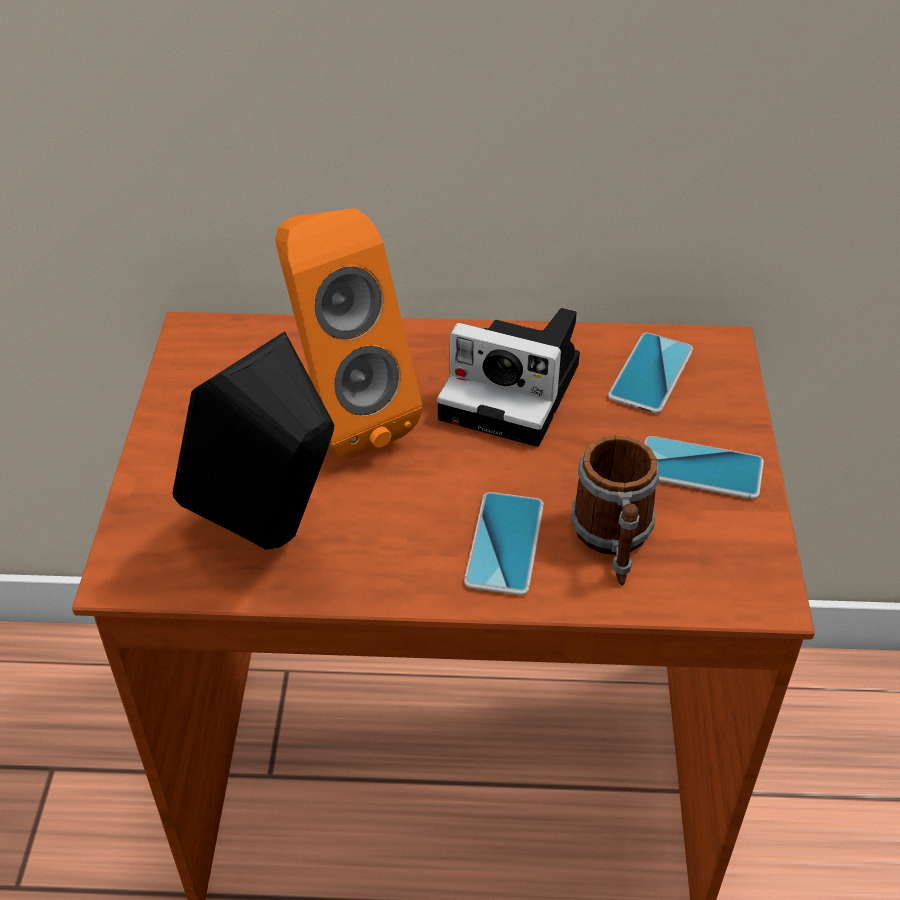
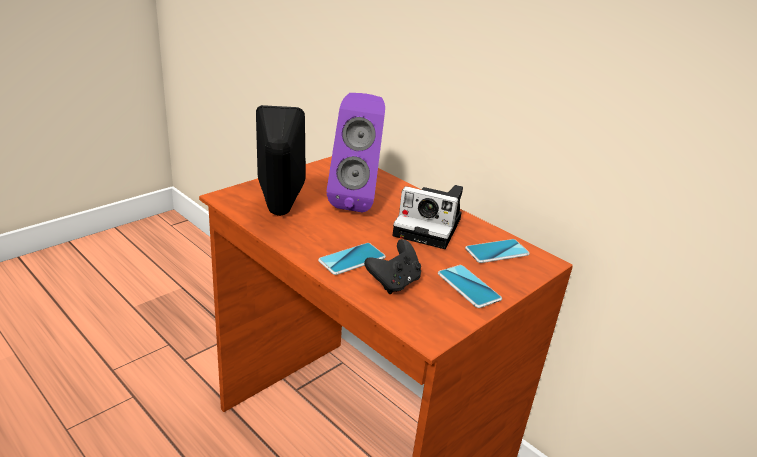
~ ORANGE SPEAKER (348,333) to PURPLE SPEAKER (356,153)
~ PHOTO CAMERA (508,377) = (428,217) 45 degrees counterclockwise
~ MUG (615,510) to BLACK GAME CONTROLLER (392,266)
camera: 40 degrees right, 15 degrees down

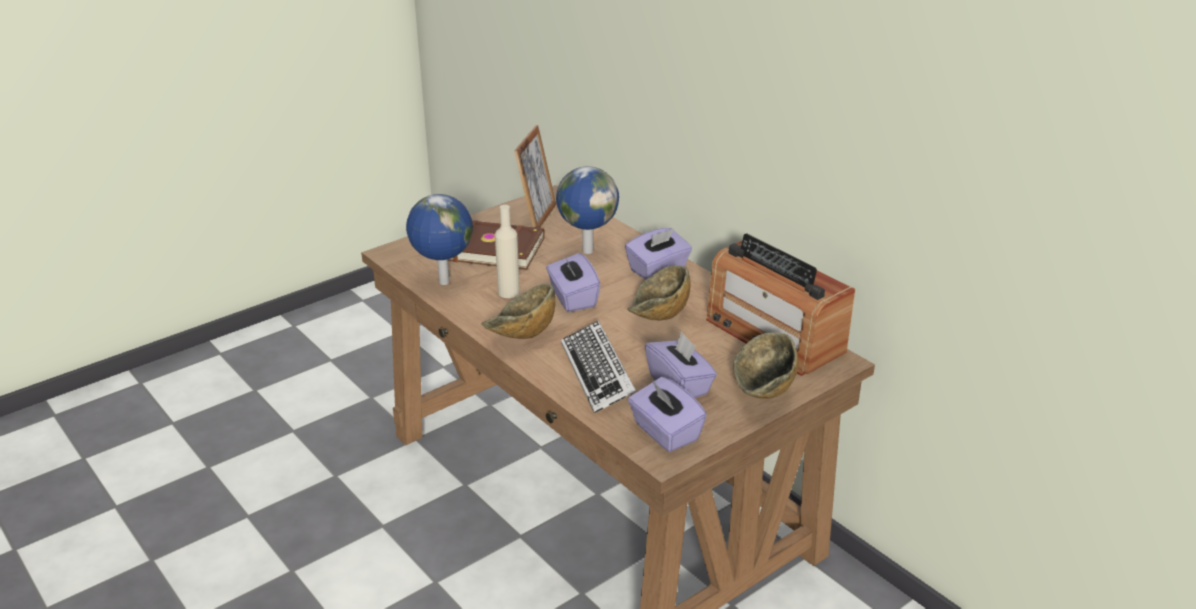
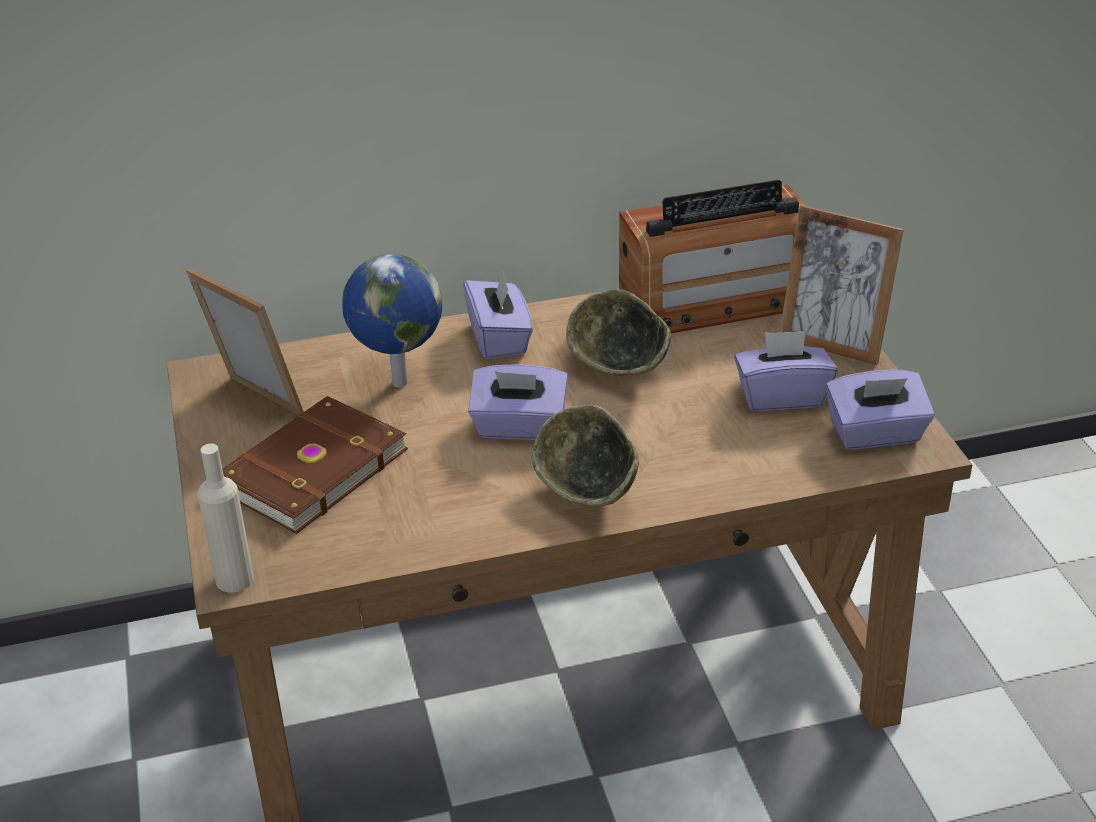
- GLOBE (439,239)
~ BEIGE BOTTLE (507,251) to (226,518)
- KEYBOARD (598,367)
~ BOWL (765,365) to PICTURE FRAME (842,285)
camera: 65 degrees left, 5 degrees up

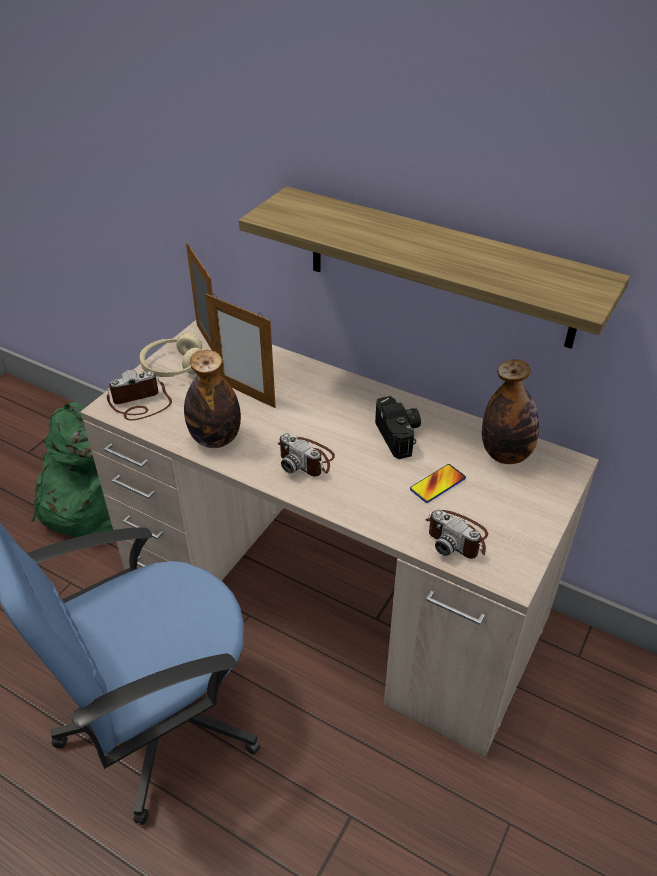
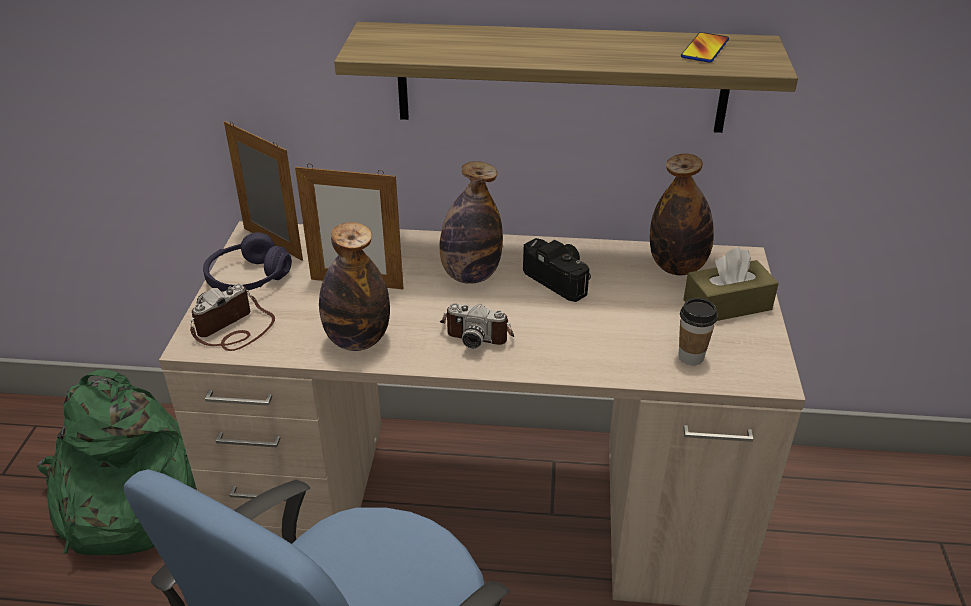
~ BEIGE HEADPHONES (171,355) to PURPLE HEADPHONES (247,262)
~ PHONE (438,483) to (705,47)
~ PHOTO CAMERA (456,534) to CUP (698,331)
+ BOTTLE (471,222)
+ BROWN TISSUE BOX (731,284)
camera: 25 degrees left, 5 degrees down

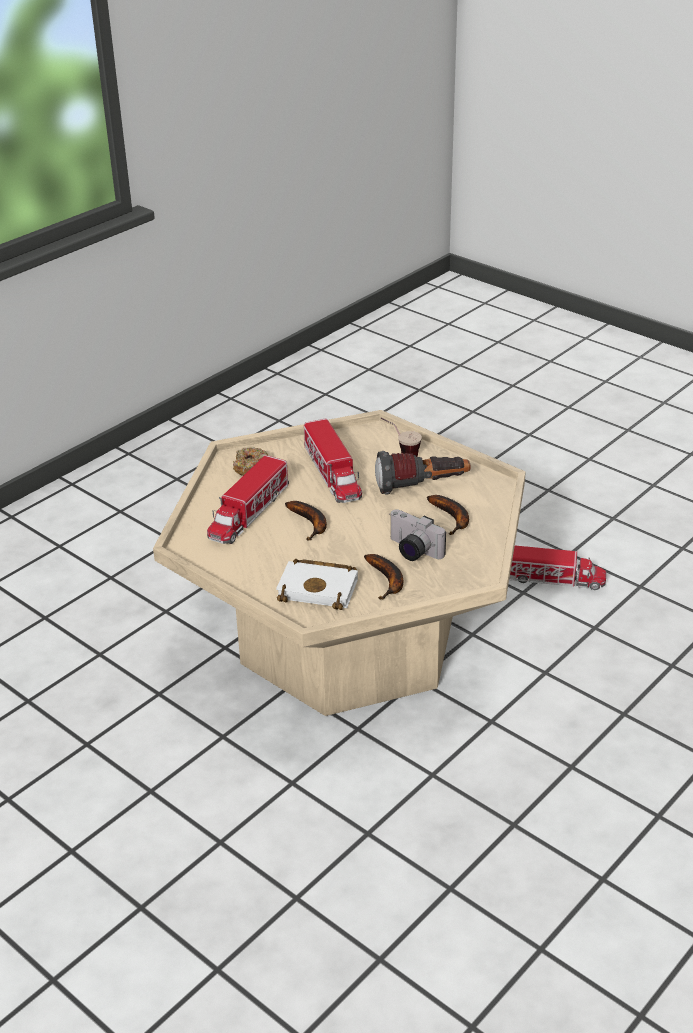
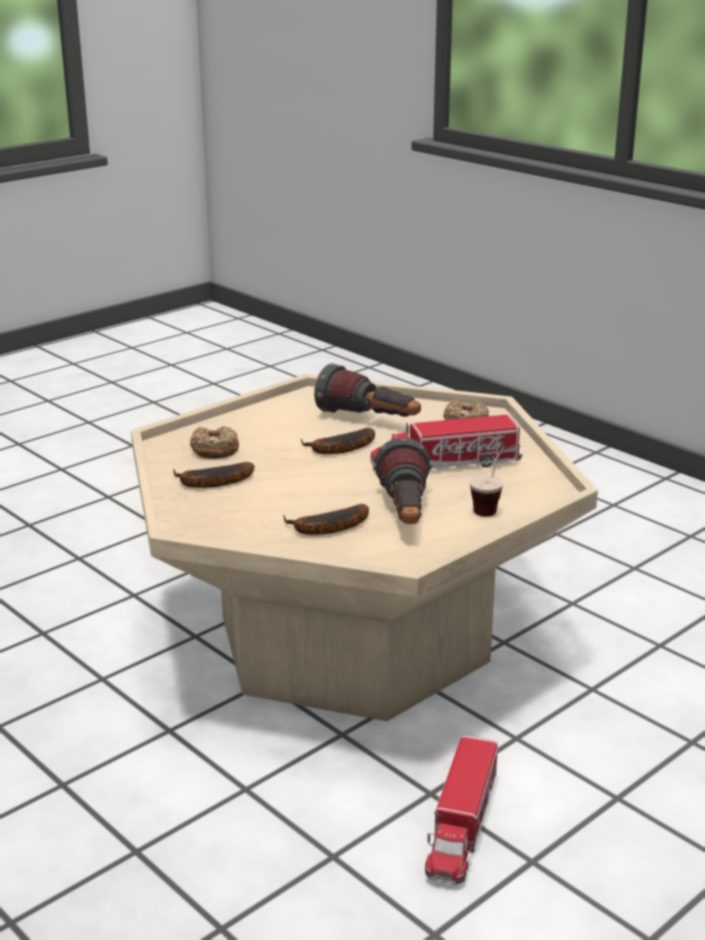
~ TOY TRUCK (248,499) to FLASHLIGHT (367,390)
~ WHITE BOOK (317,584) to DONUT (214,442)
- PHOTO CAMERA (417,535)
camera: 95 degrees right, 10 degrees down

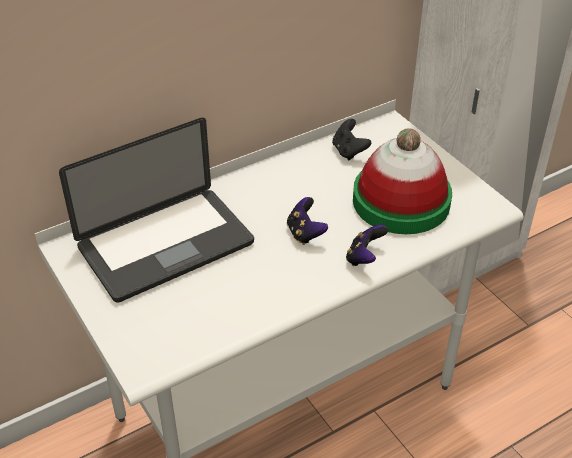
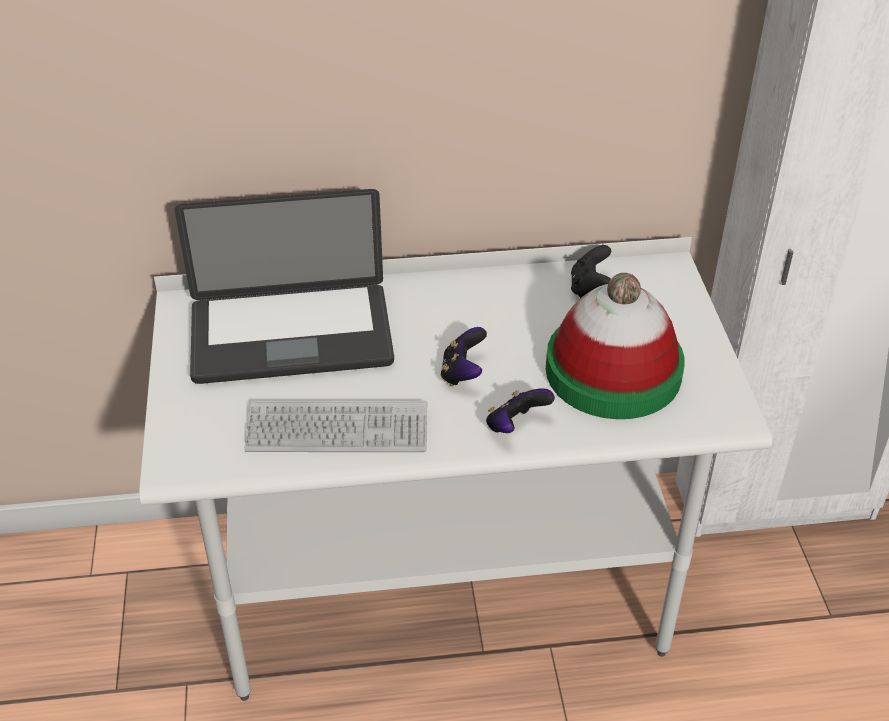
+ KEYBOARD (335,426)
camera: 25 degrees right, 0 degrees up

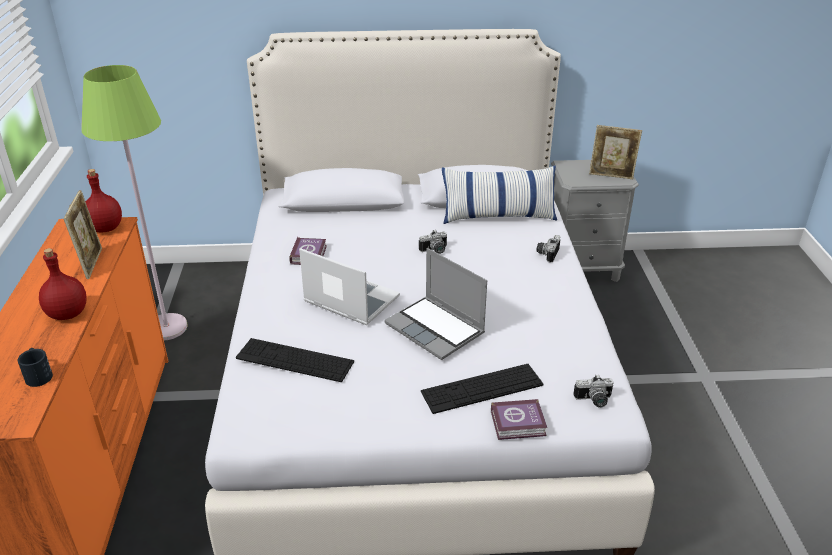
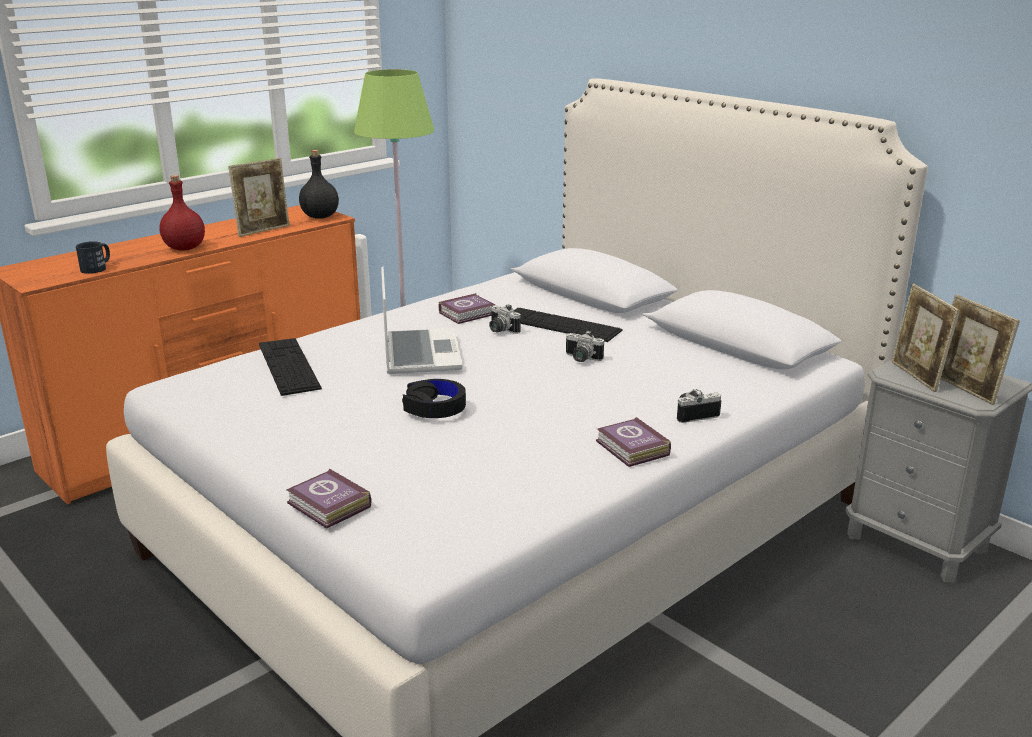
~ RED BOTTLE (104,200) to BLACK BOTTLE (319,184)
~ LAPTOP (435,304) to BLACK HEADPHONES (434,398)
~ KEYBOARD (482,389) to (568,325)
- PILLOW (499,195)
~ PHOTO CAMERA (593,391) to (505,319)
+ BOOK (633,442)
+ PICTURE FRAME (926,338)
camera: 50 degrees right, 10 degrees down

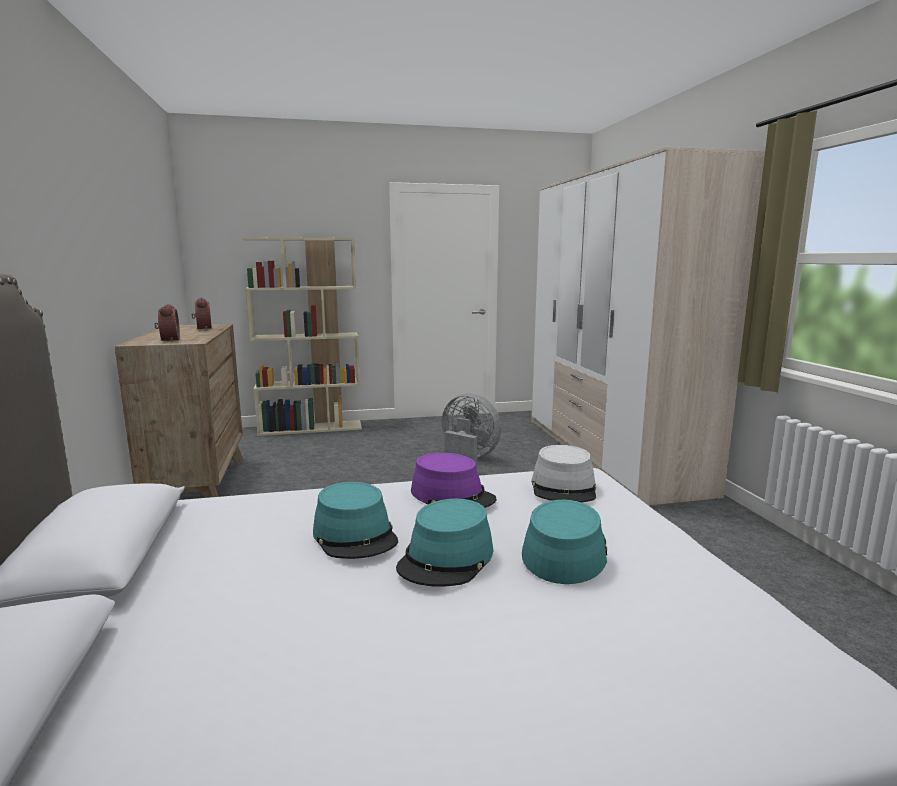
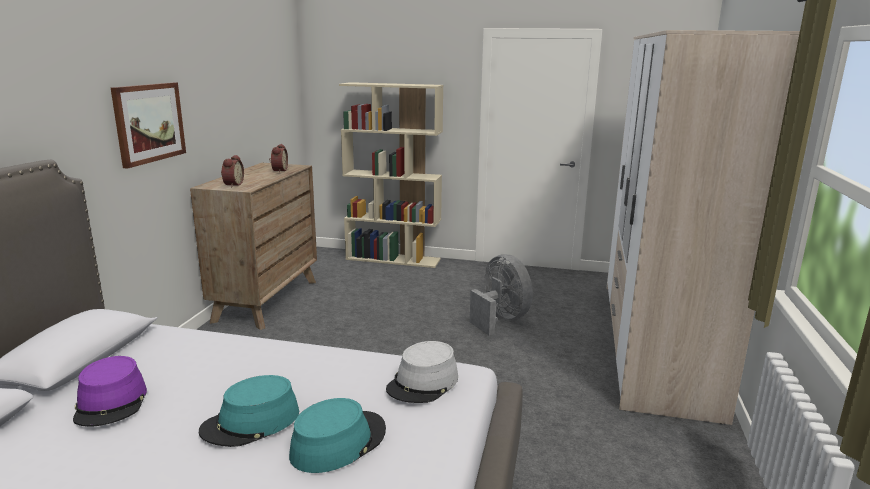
- TURQUOISE HAT (355,520)
~ PURPLE HAT (454,480) to (110,391)
+ PICTURE (148,125)
camera: 25 degrees right, 5 degrees up

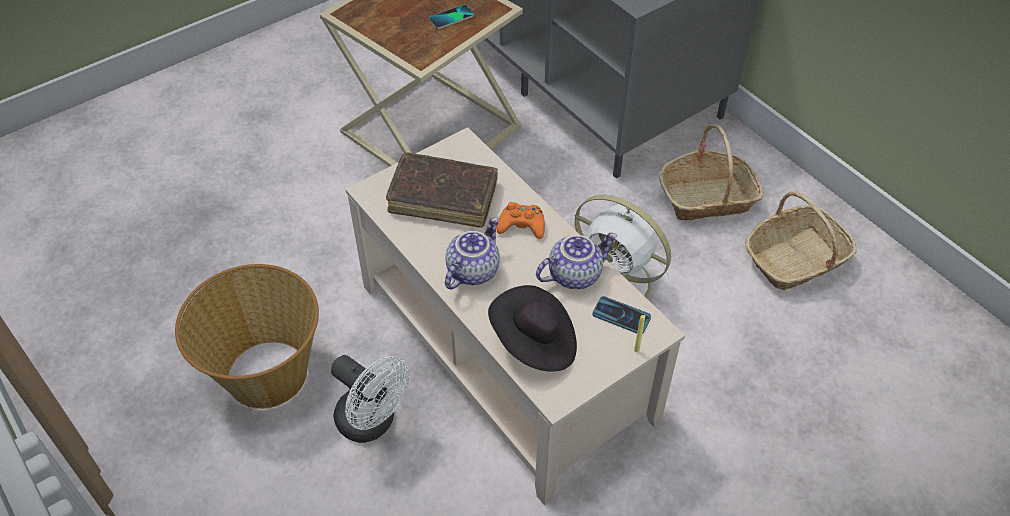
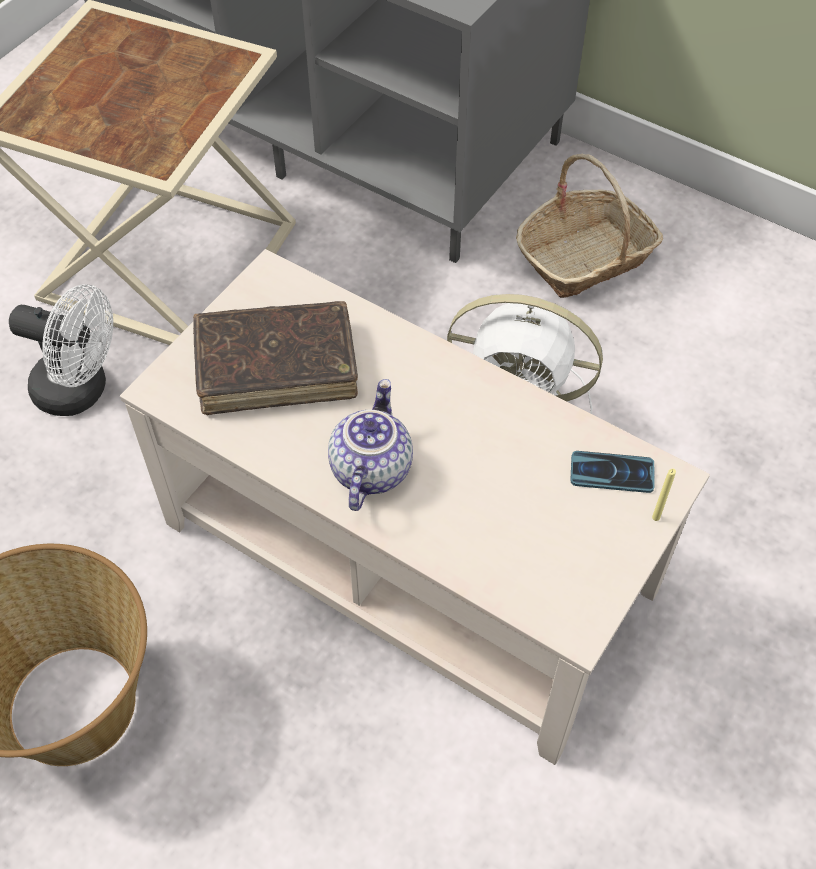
~ WHITE FAN (370,399) to (61,350)
- PHONE (451,17)
- BLACK HAT (532,328)
- ORANGE GAME CONTROLLER (520,220)
- TEAPOT (576,261)
- BASKET (801,240)
camera: 20 degrees left, 5 degrees up

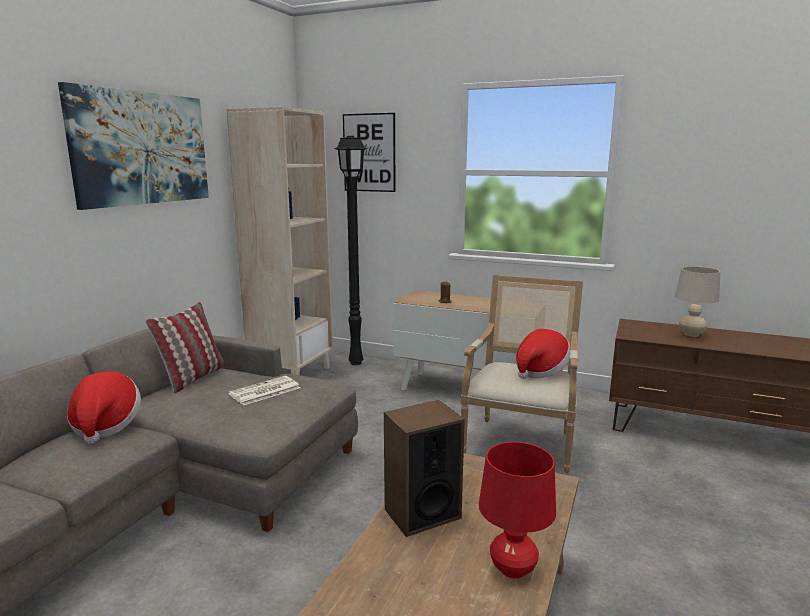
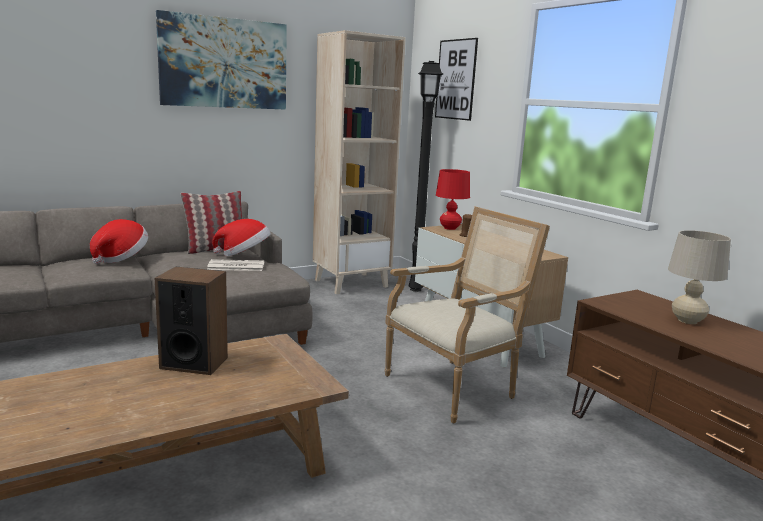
~ RED TABLE LAMP (517,510) to (453,199)
~ HAT (543,354) to (241,237)
camera: 35 degrees right, 0 degrees up

